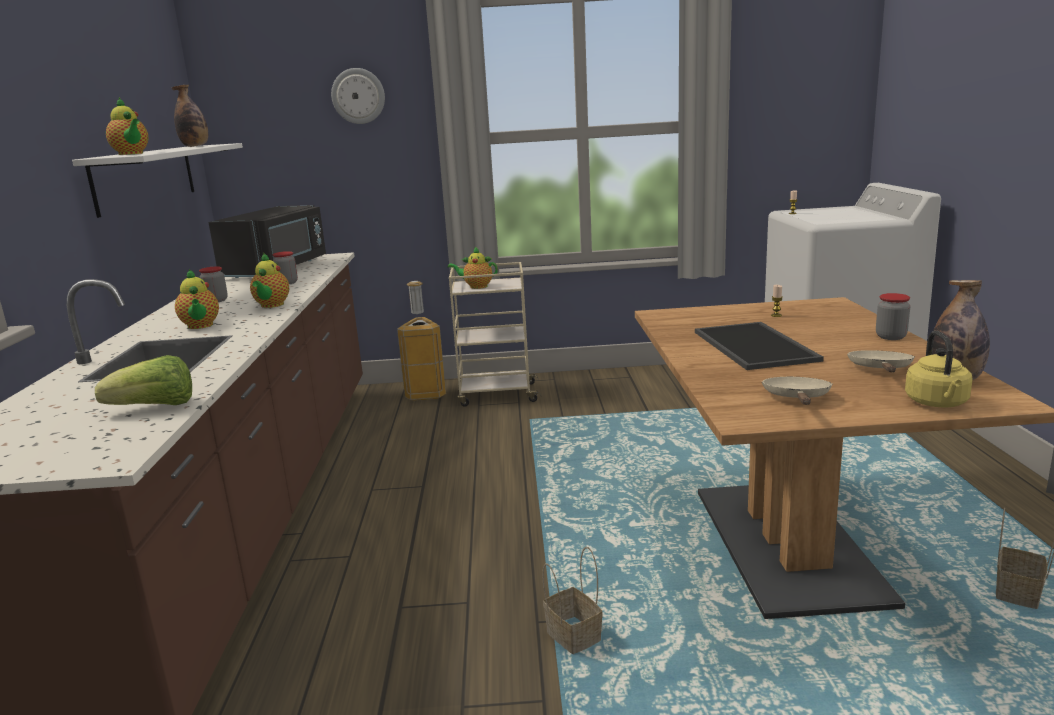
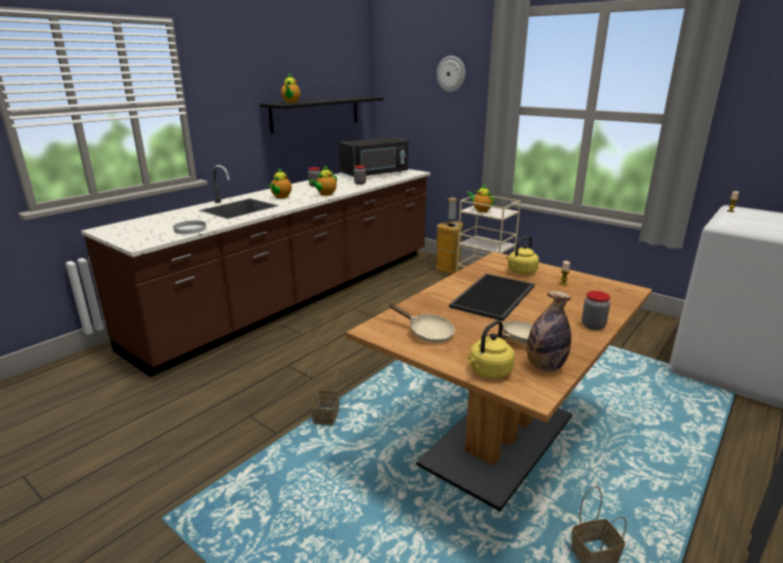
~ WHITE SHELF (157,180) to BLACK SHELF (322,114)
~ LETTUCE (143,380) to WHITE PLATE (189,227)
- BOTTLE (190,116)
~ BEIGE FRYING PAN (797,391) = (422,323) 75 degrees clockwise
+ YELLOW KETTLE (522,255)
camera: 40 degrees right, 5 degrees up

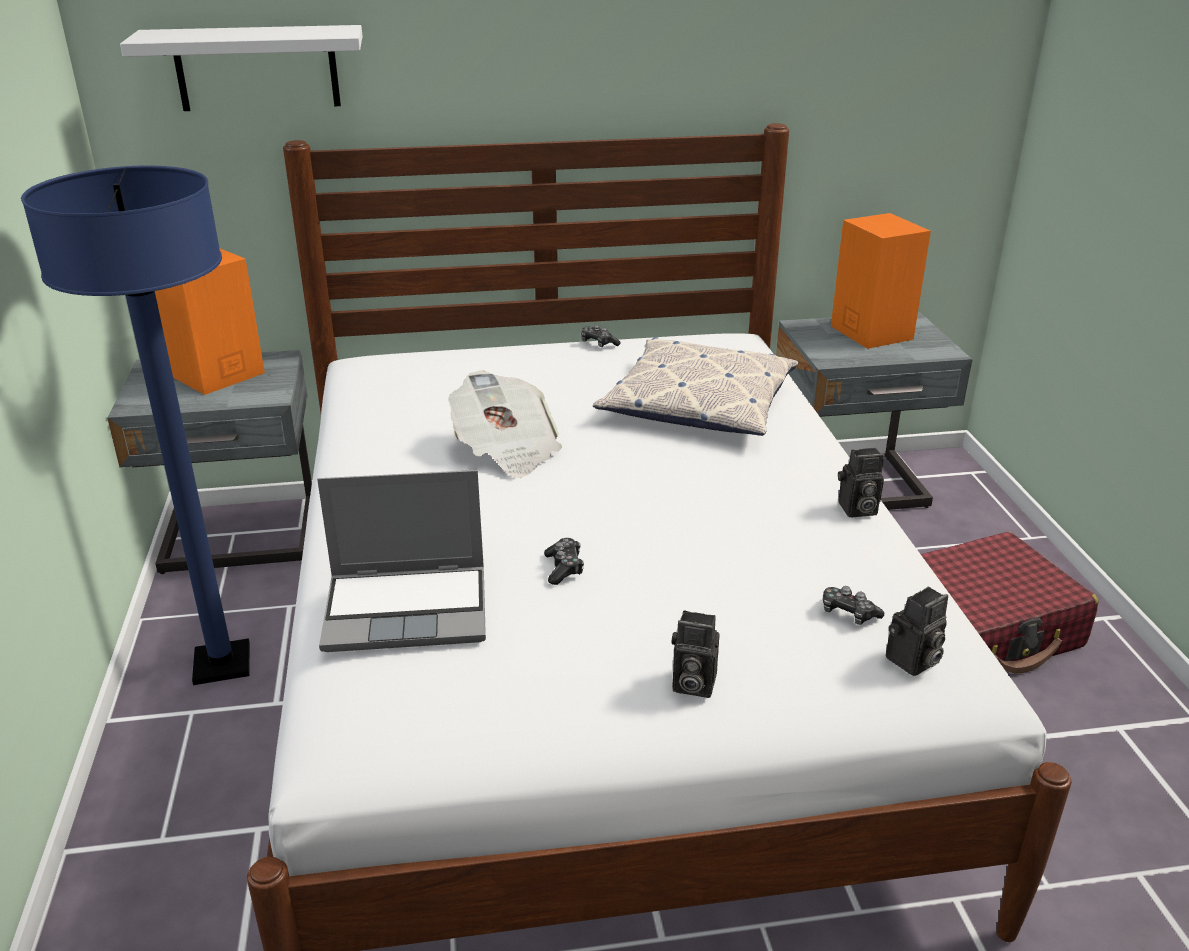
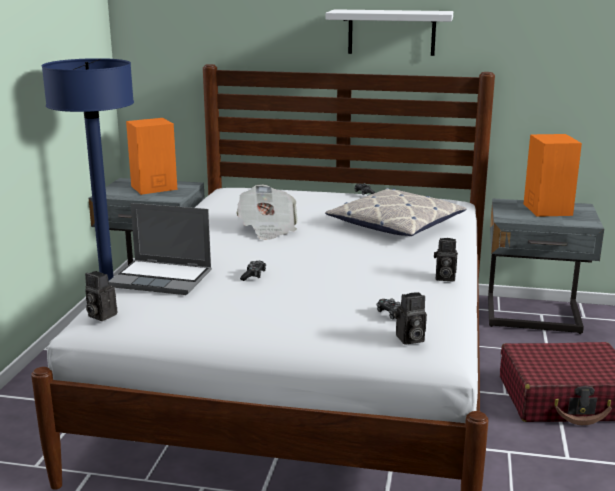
~ WHITE SHELF (241,68) to (389,32)
~ PHOTO CAMERA (696,654) to (101,296)
camera: 20 degrees right, 10 degrees down

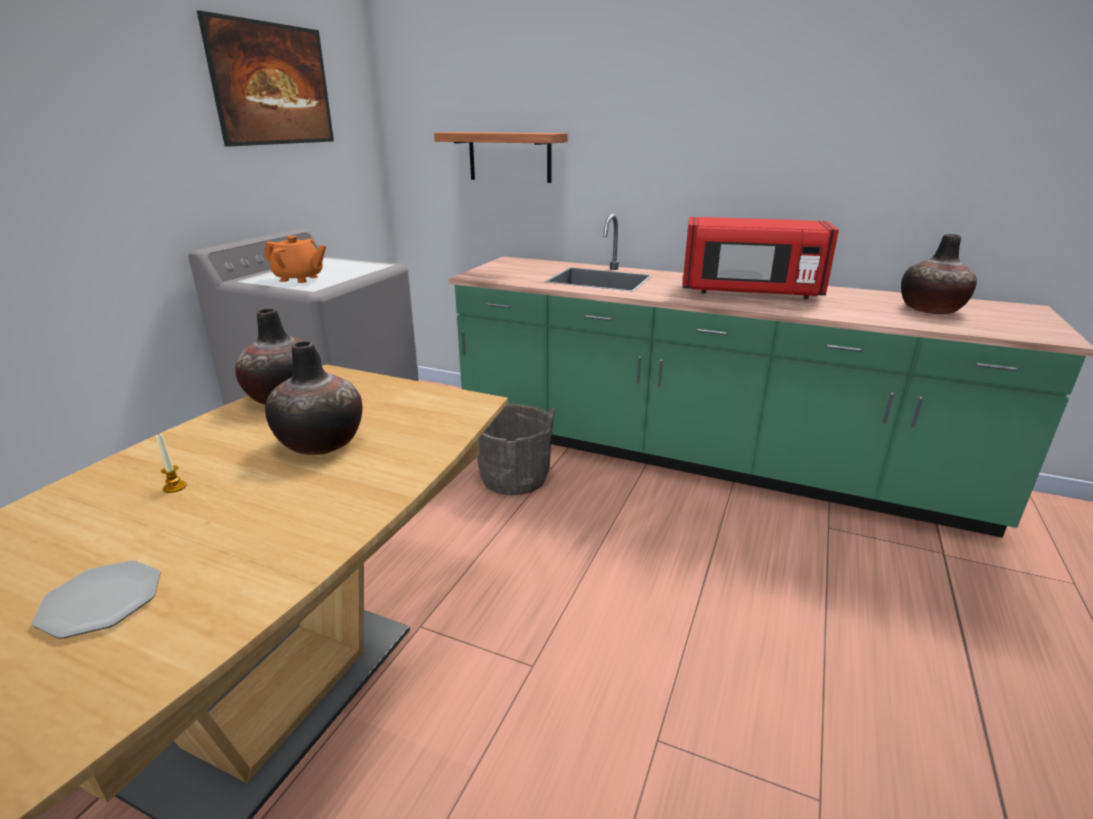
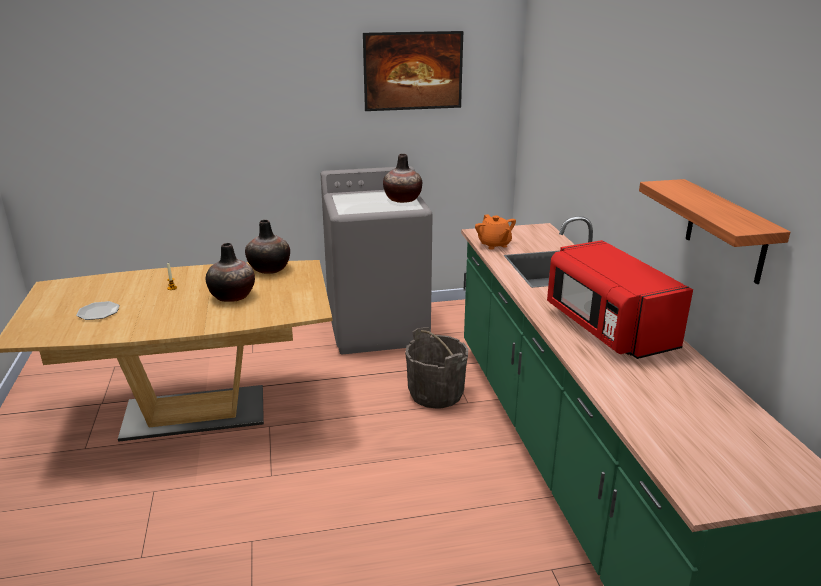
~ ORANGE TEAPOT (295,259) to (495,231)
~ SHELF (501,157) to (714,231)
~ VASE (939,274) to (402,178)
camera: 55 degrees right, 0 degrees up

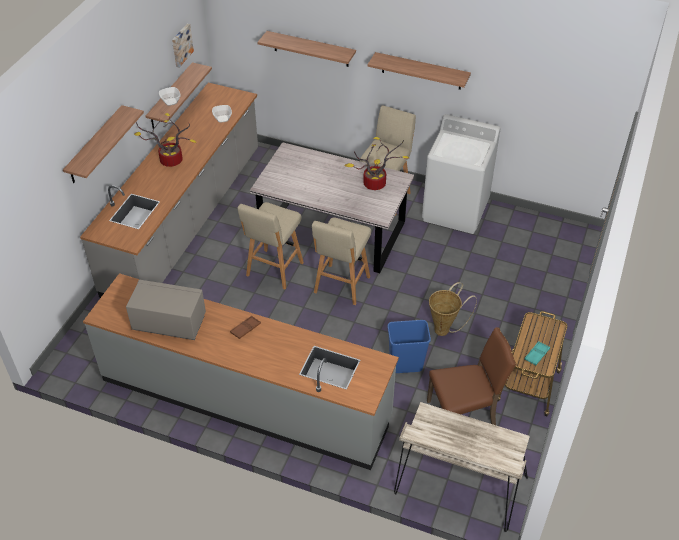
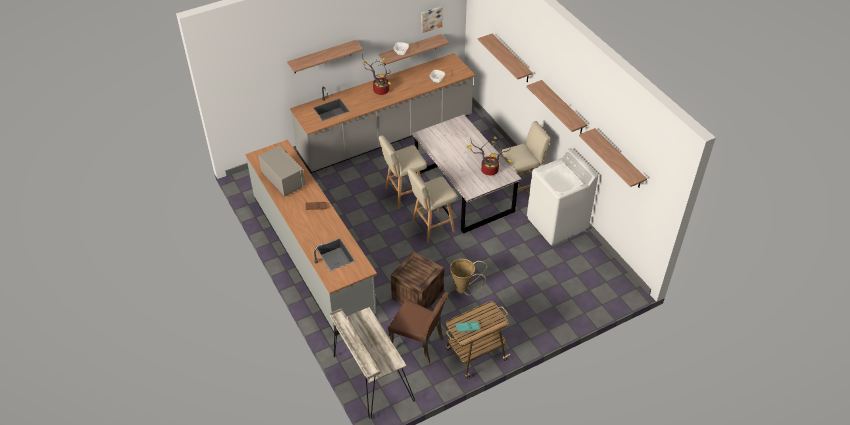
~ BLUE TRASH CAN (409,346) to CRATE (417,280)
+ SHELF (613,158)
camera: 40 degrees right, 0 degrees up

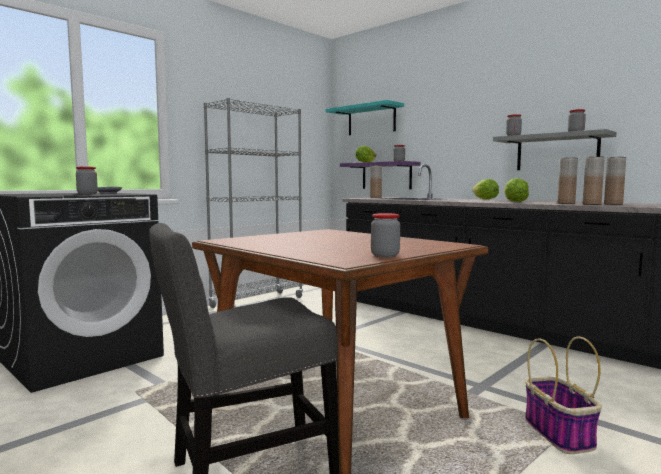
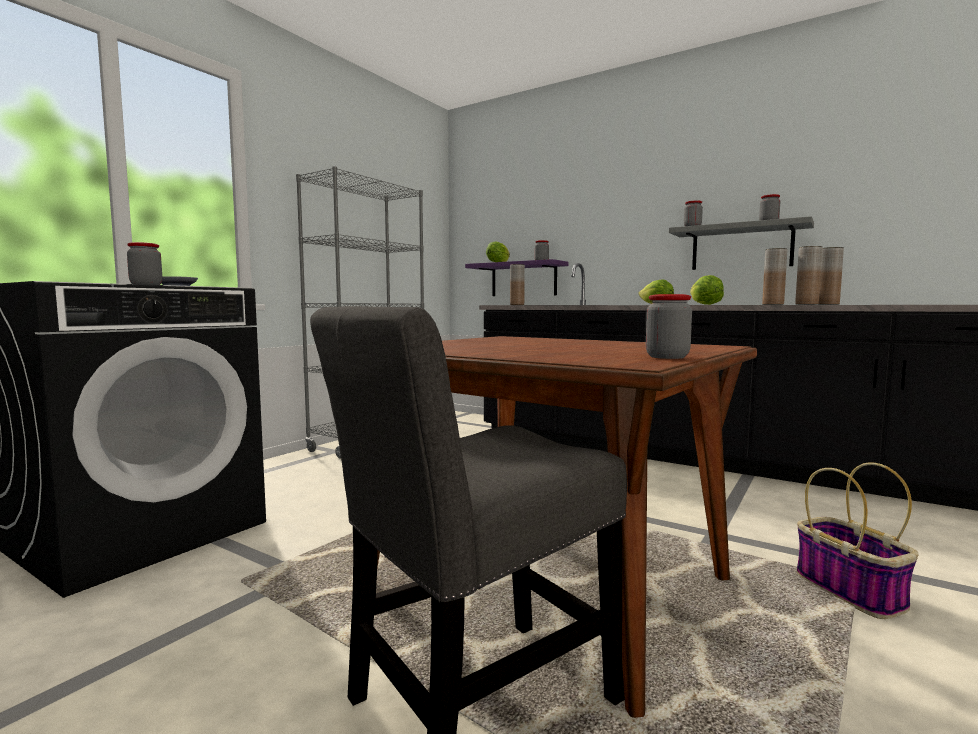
- TURQUOISE SHELF (365,117)
camera: 10 degrees left, 0 degrees up

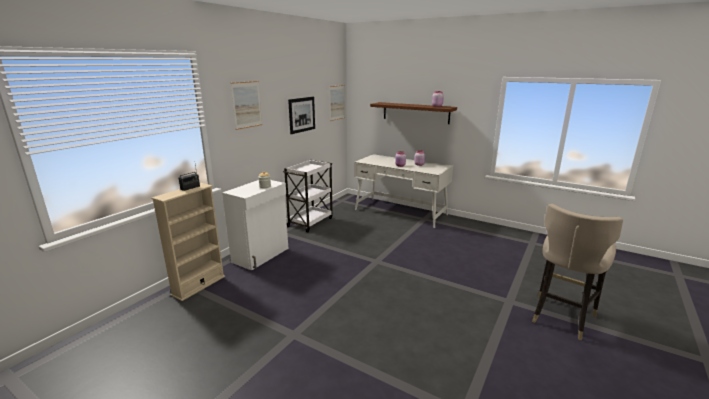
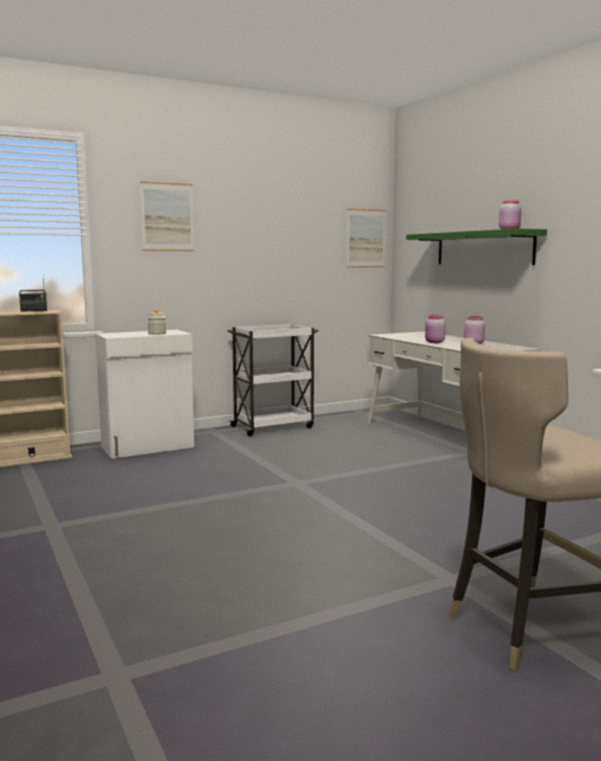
- PICTURE (301,115)
~ BROWN SHELF (413,113) to GREEN SHELF (476,246)
camera: 30 degrees right, 10 degrees down

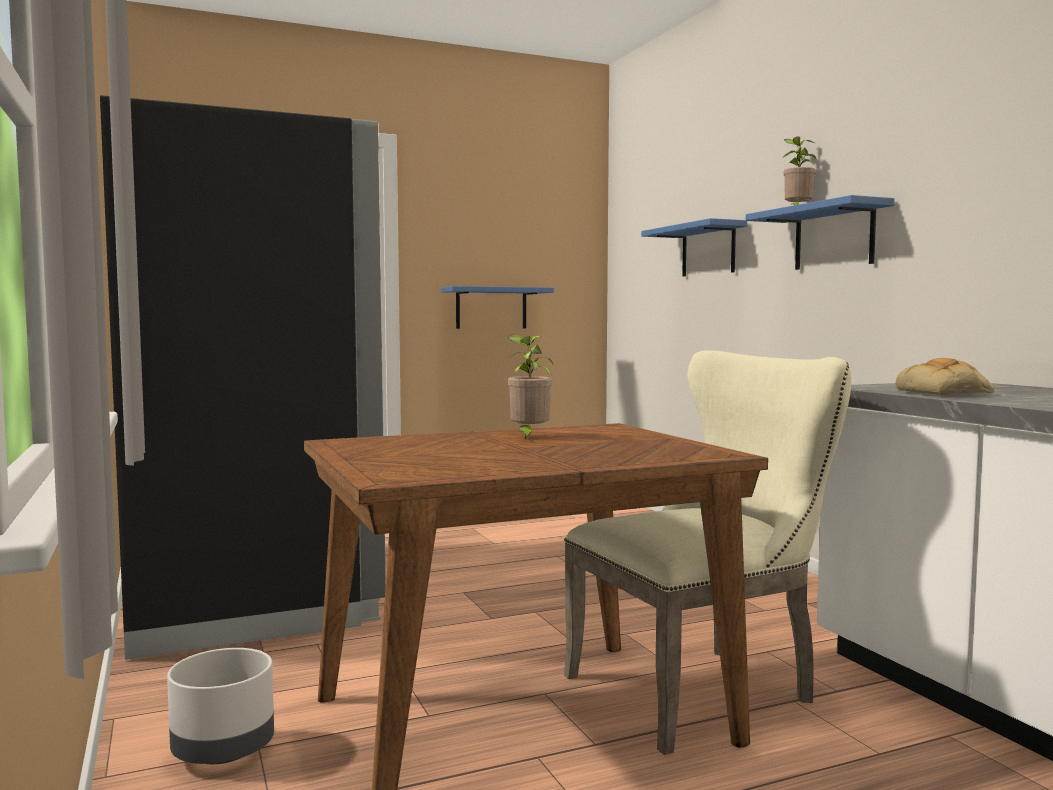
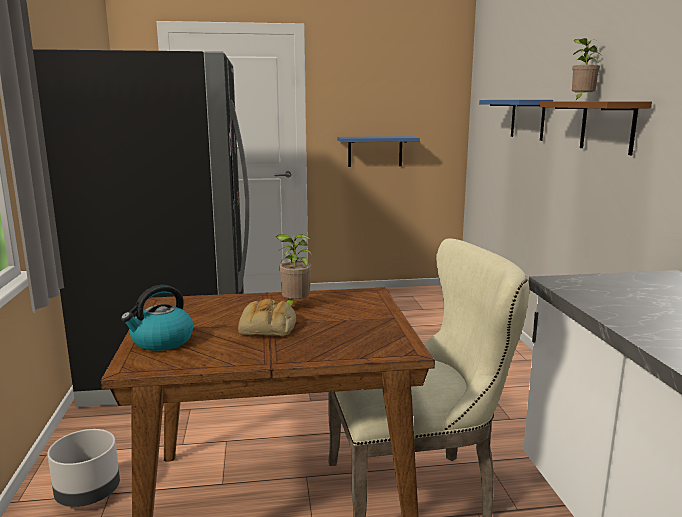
~ BLUE SHELF (820,232) to BROWN SHELF (596,128)
~ BREAD (945,376) to (267,317)
+ KETTLE (157,318)
camera: 15 degrees right, 10 degrees up

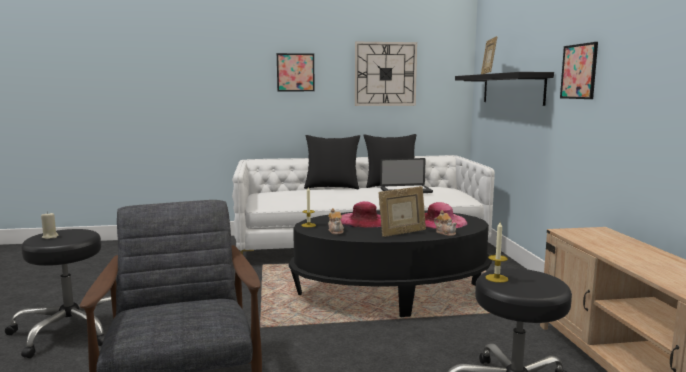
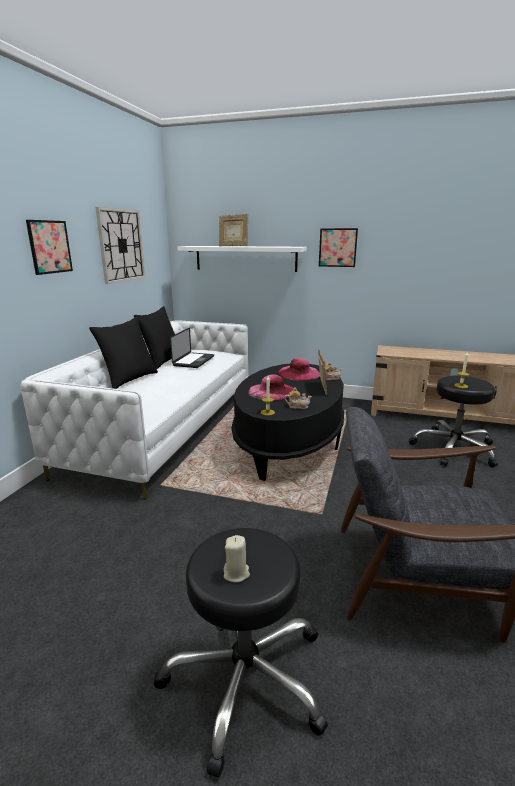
~ BLACK SHELF (504,89) to WHITE SHELF (242,259)
camera: 65 degrees left, 10 degrees up

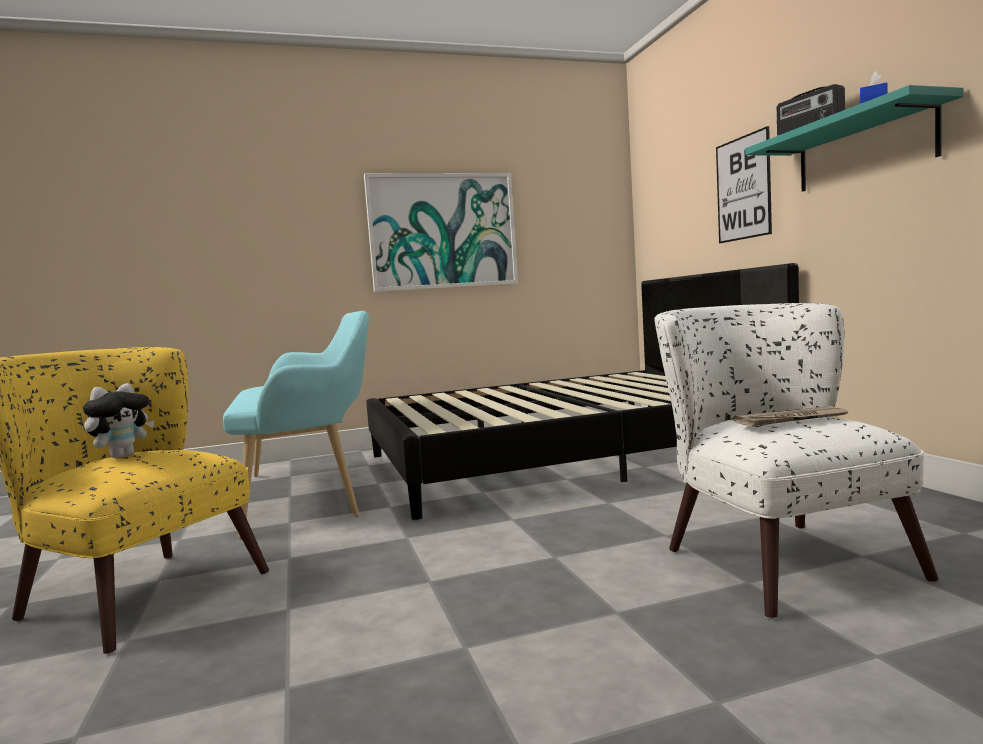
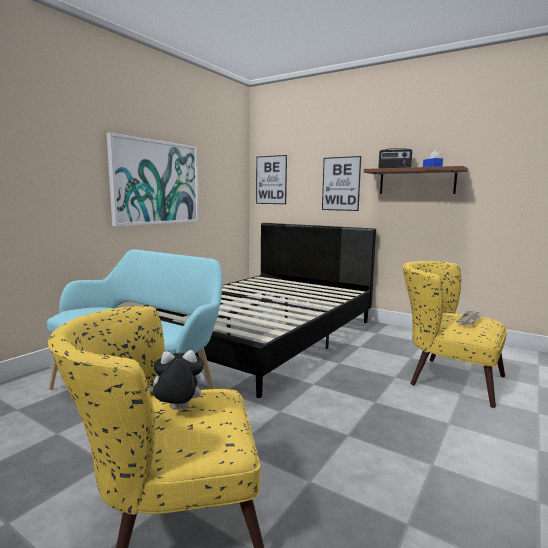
~ PLUSH TOY (118,420) = (176,379) 90 degrees counterclockwise
~ WHITE ARMCHAIR (796,460) to YELLOW ARMCHAIR (454,334)
~ TURQUOISE SHELF (854,138) to BROWN SHELF (416,180)
+ PICTURE (271,179)
camera: 40 degrees left, 5 degrees up

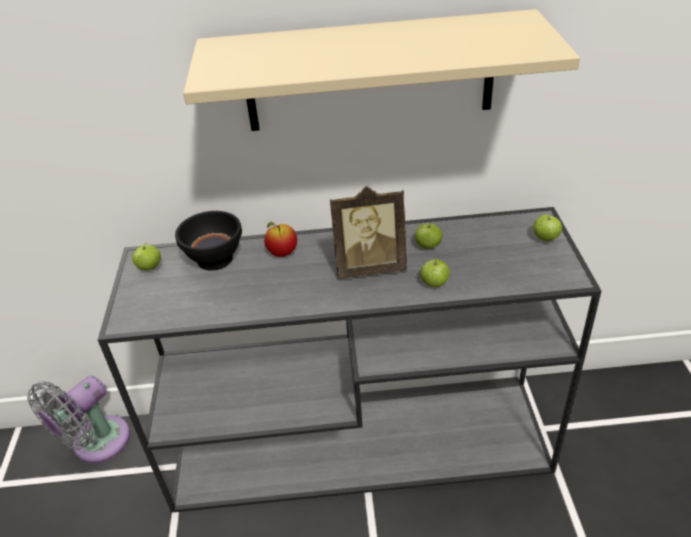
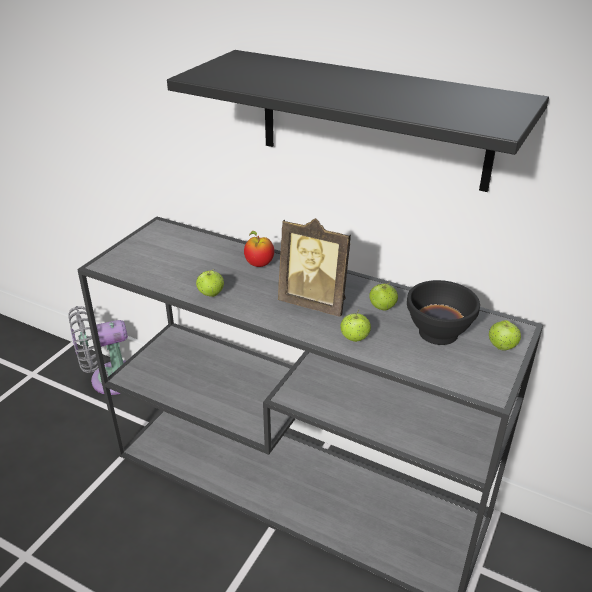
~ APPLE (146,257) to (210,283)
~ BLACK BOWL (208,241) to (443,312)
~ BEIGE SHELF (381,70) to BLACK SHELF (358,121)
camera: 30 degrees right, 5 degrees down

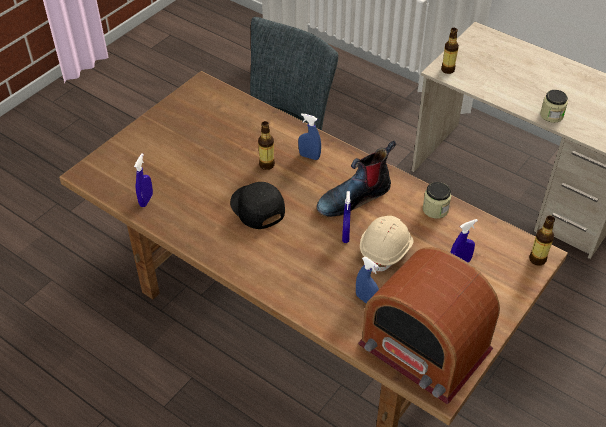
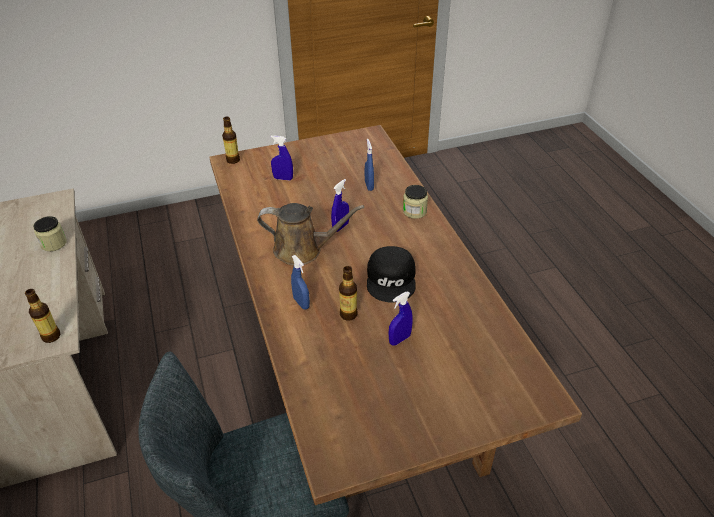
~ BLUE SPRAY BOTTLE (143,180) to (401,319)
~ BOOT (356,178) to BROWN WATERING CAN (310,234)
- RADIO (429,326)
- BEIGE HARD HAT (386,244)
~ JAR (437,200) to (415,202)
camera: 145 degrees left, 5 degrees down

